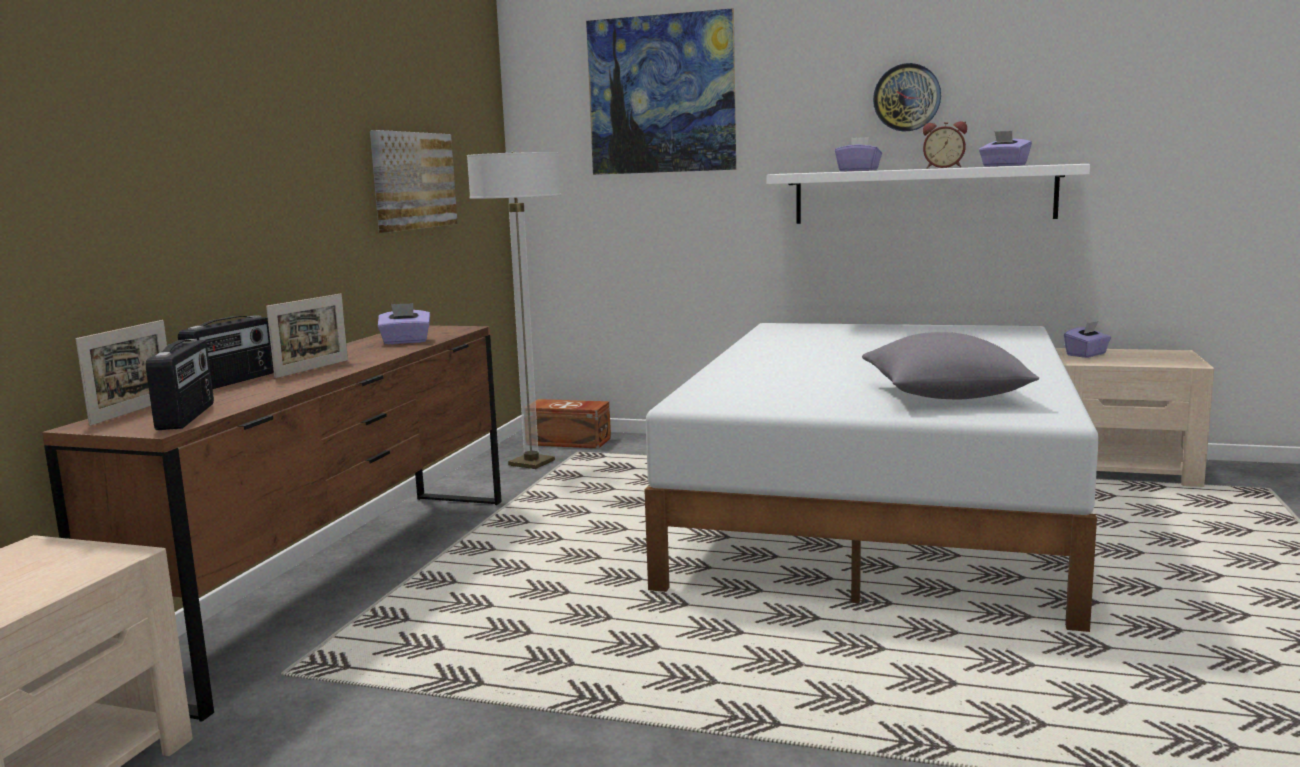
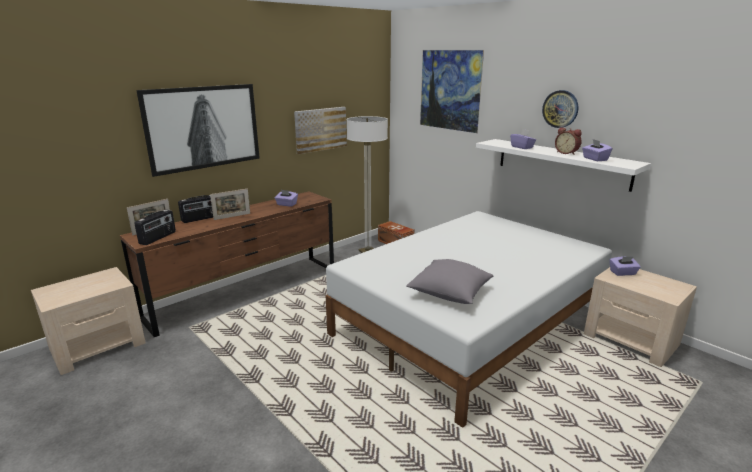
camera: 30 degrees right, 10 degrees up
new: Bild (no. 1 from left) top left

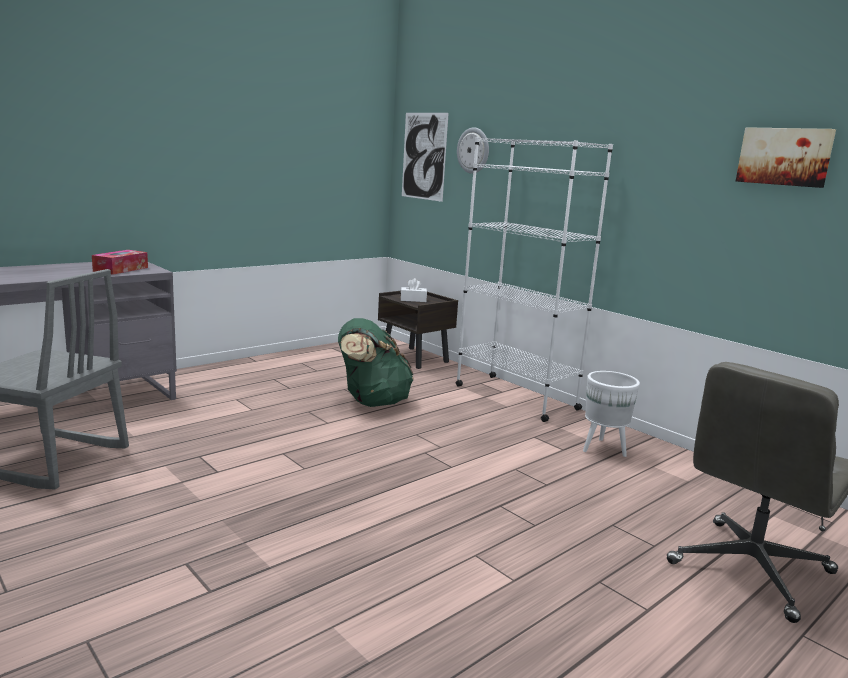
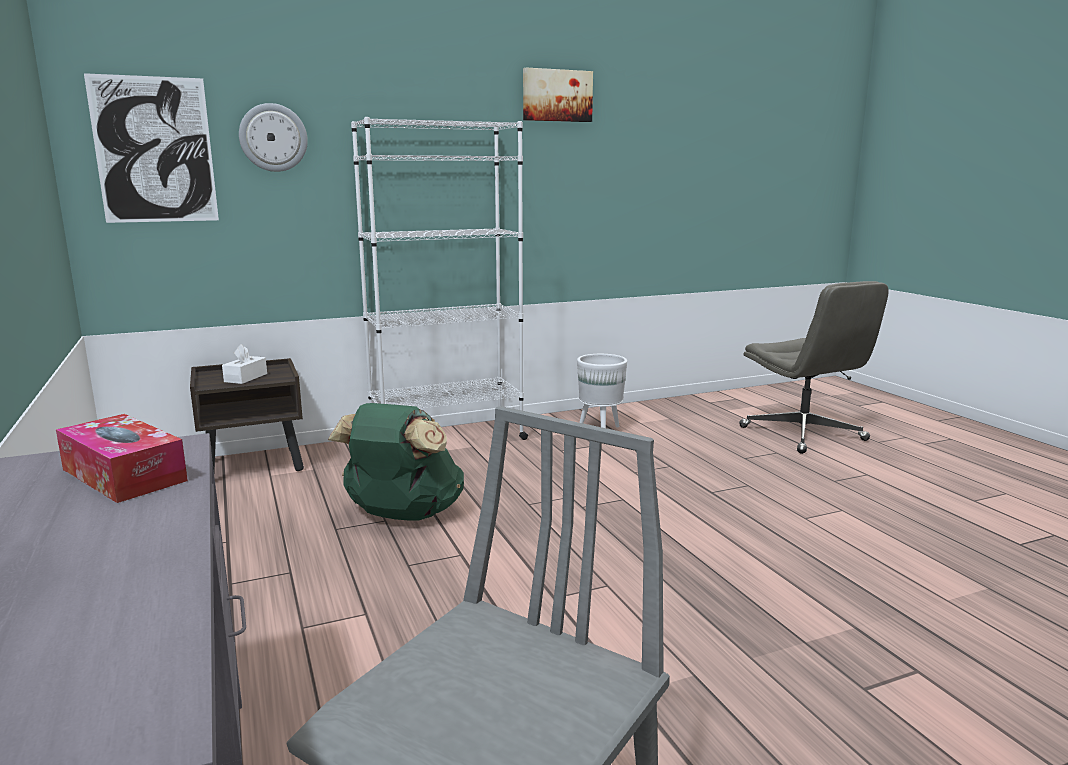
camera: 70 degrees left, 0 degrees up
shifted: Bild (no. 2 from left) top right to top centre

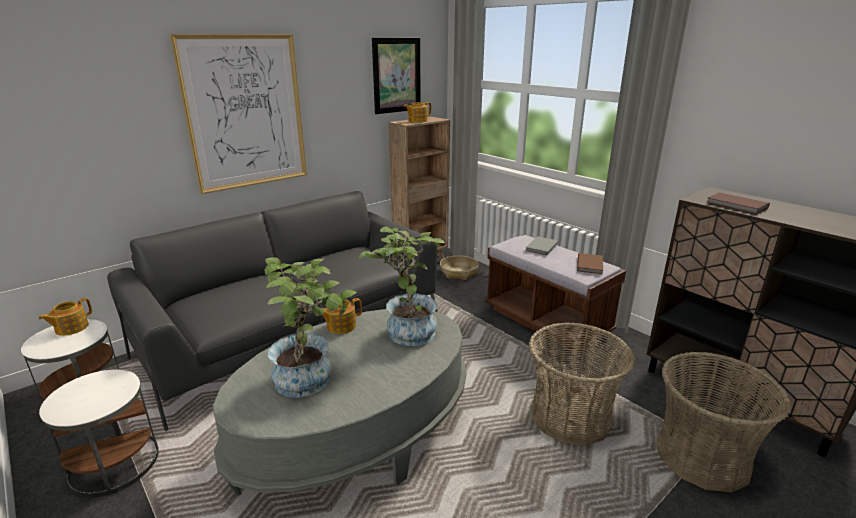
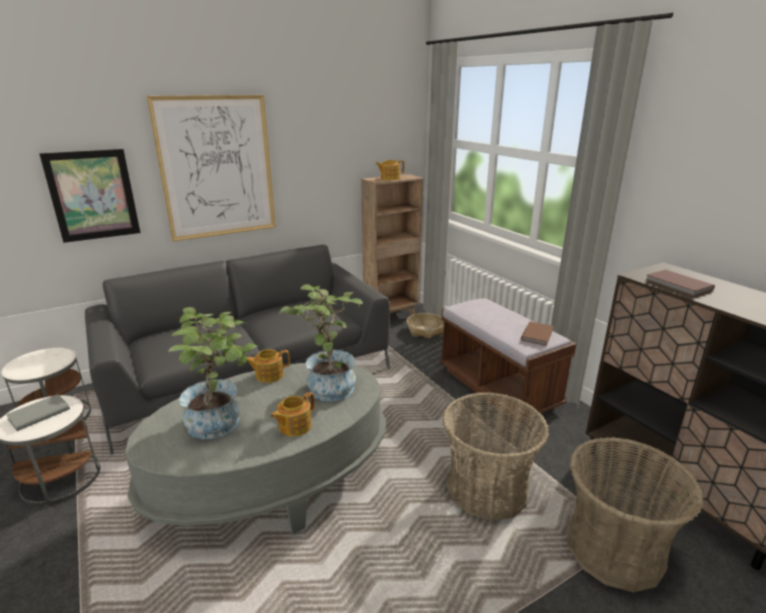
camera: 10 degrees right, 0 degrees up
shifted: Bild (no. 2 from left in the first image) top centre to Bild (no. 1 from left) top left; Buch [grau] centre to bottom left; Teekanne (no. 1 from left in the first image) middle left to Teekanne (no. 2 from left) bottom centre

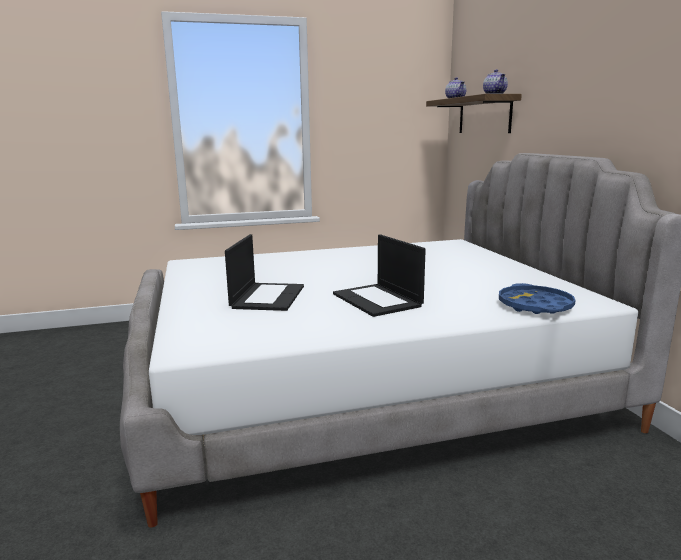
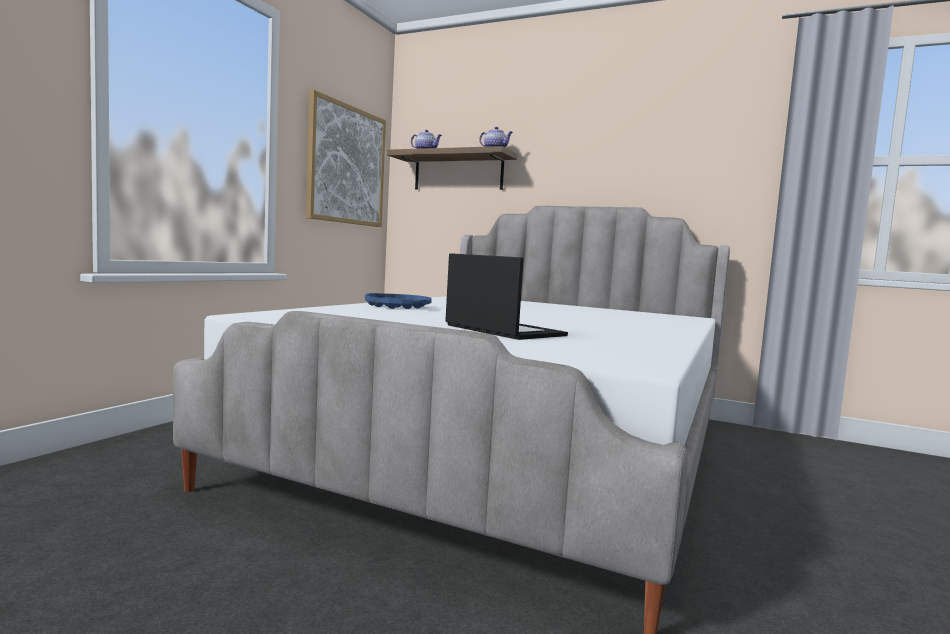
camera: 50 degrees left, 10 degrees down
gone: Laptop (no. 2 from left) centre
new: Bild top centre
shifted: Tablett [blau] middle right to centre

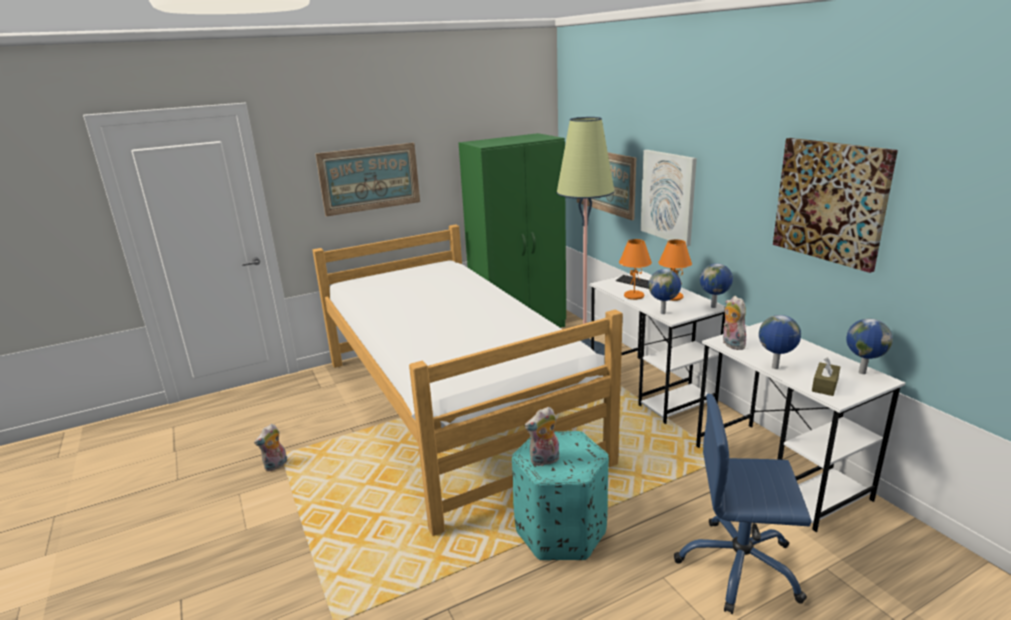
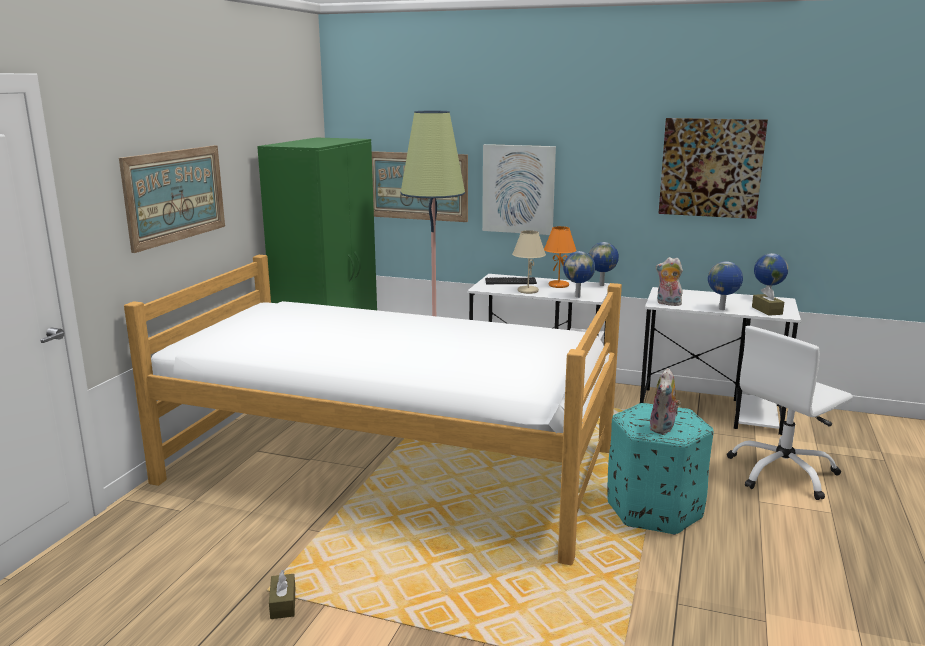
camera: 45 degrees left, 5 degrees down
swapped: Plüschtier (no. 1 from left) bottom left to Taschentuchbox [braun] (no. 1 from left) bottom left
repainted: Tischlampe [orange] (no. 1 from left) centre to Tischlampe [beige] centre; Bürostuhl [blau] bottom right to Bürostuhl [weiß] middle right

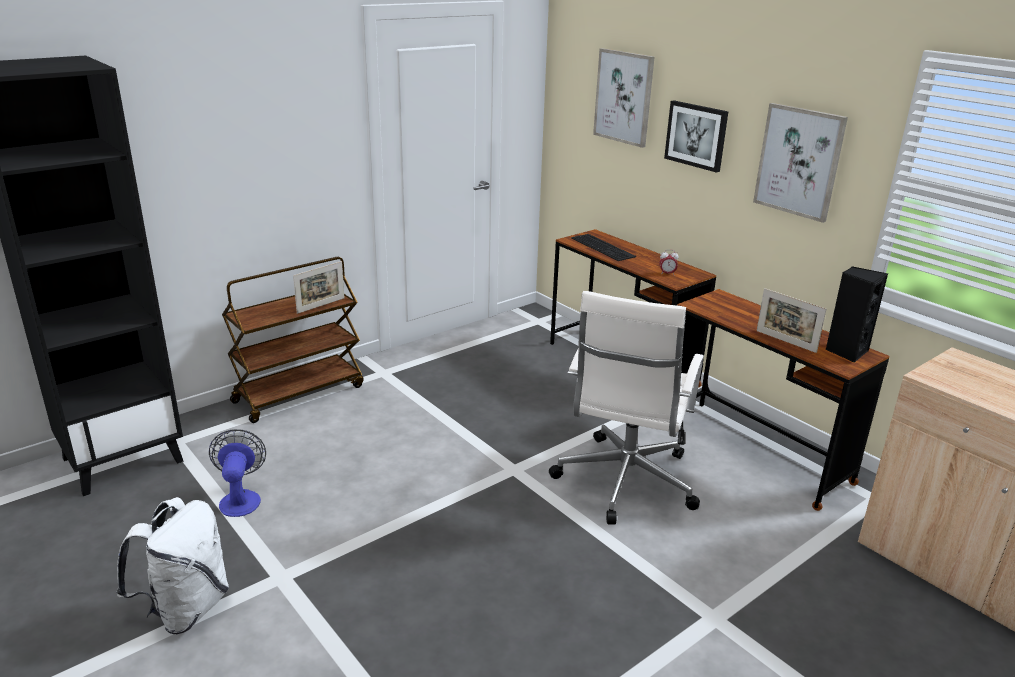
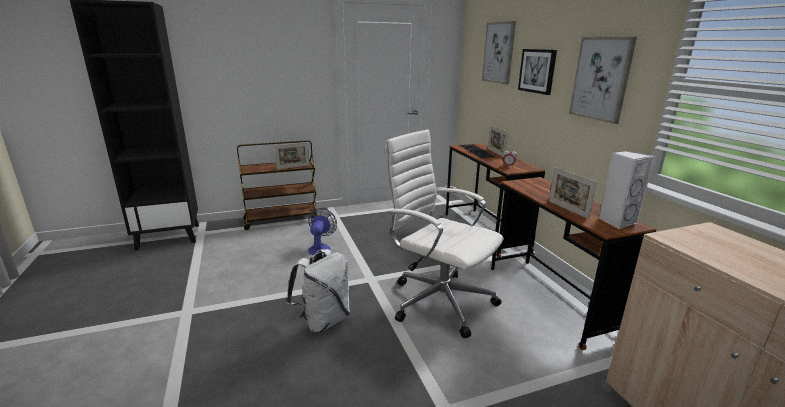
camera: 20 degrees right, 5 degrees down
new: Bilderrahmen (no. 2 from left) centre
shifted: Ventilator bottom left to centre; Rucksack [weiß] bottom left to bottom centre
repainted: Lautsprecher [schwarz] middle right to Lautsprecher [weiß] middle right
rotated: Bürostuhl [weiß] centre = centre 90 degrees clockwise

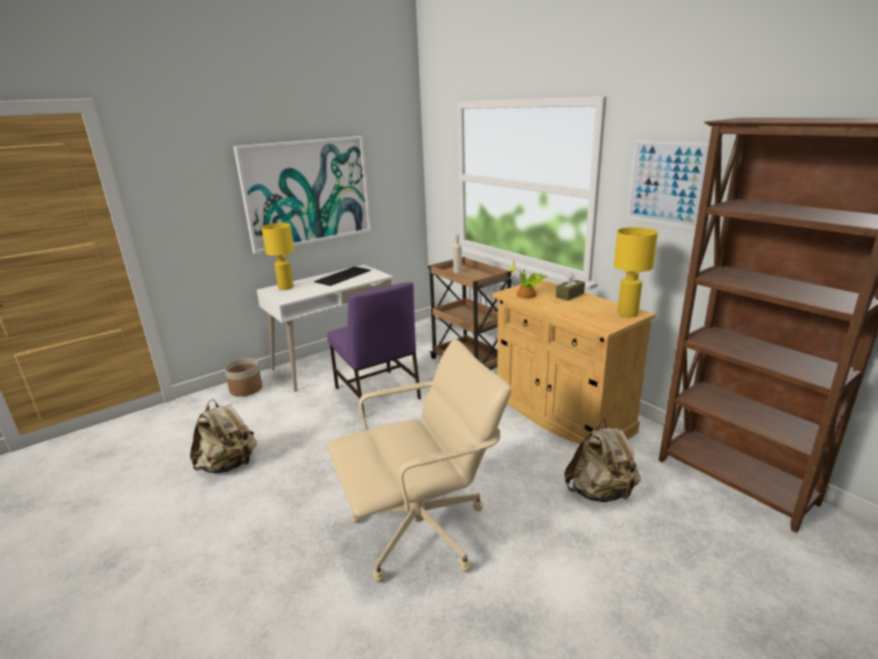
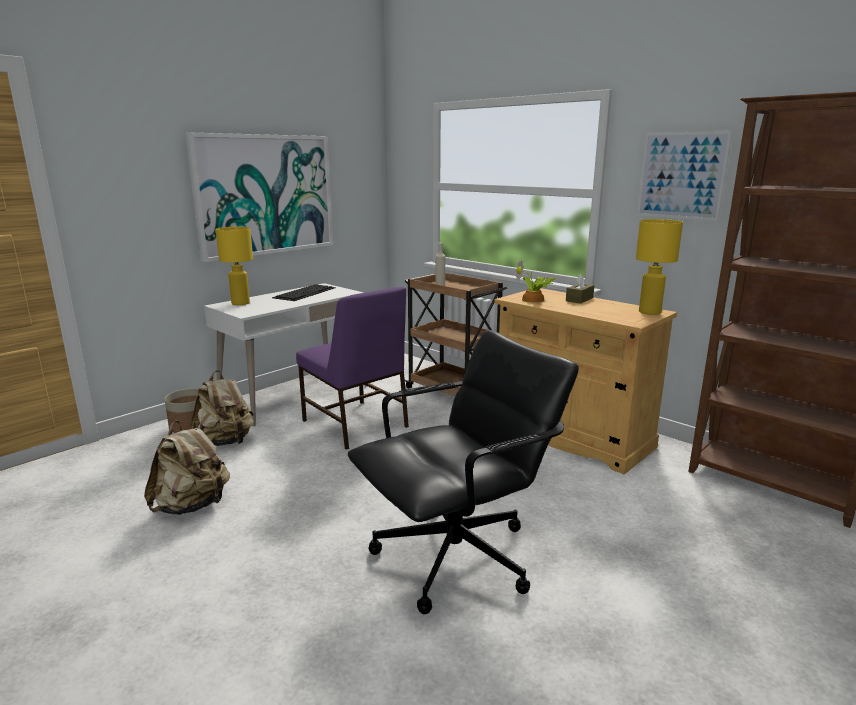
camera: 10 degrees left, 5 degrees down
shifted: Rucksack [beige] (no. 2 from left) bottom right to middle left
repainted: Bürostuhl [beige] bottom centre to Bürostuhl [schwarz] bottom centre

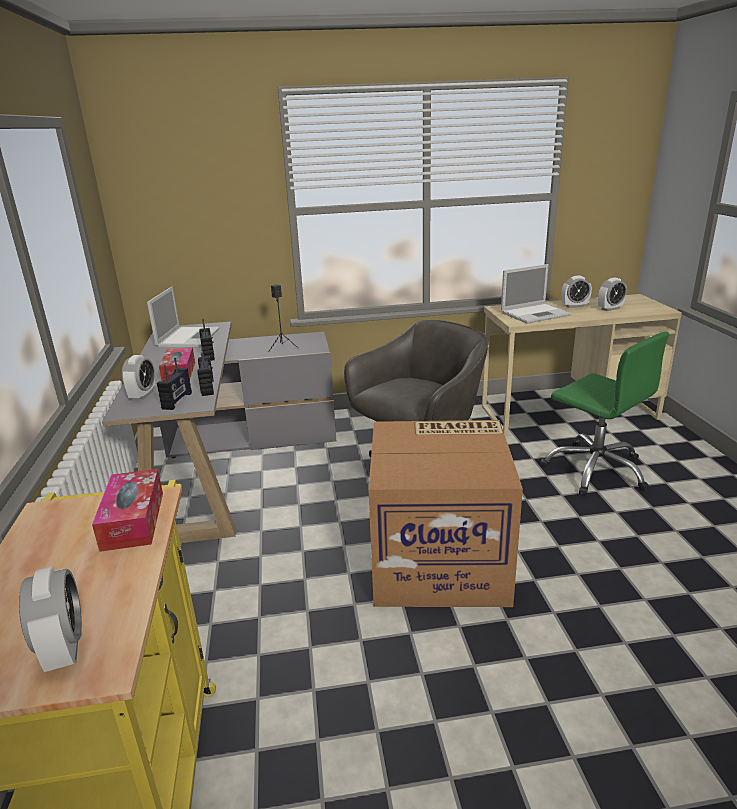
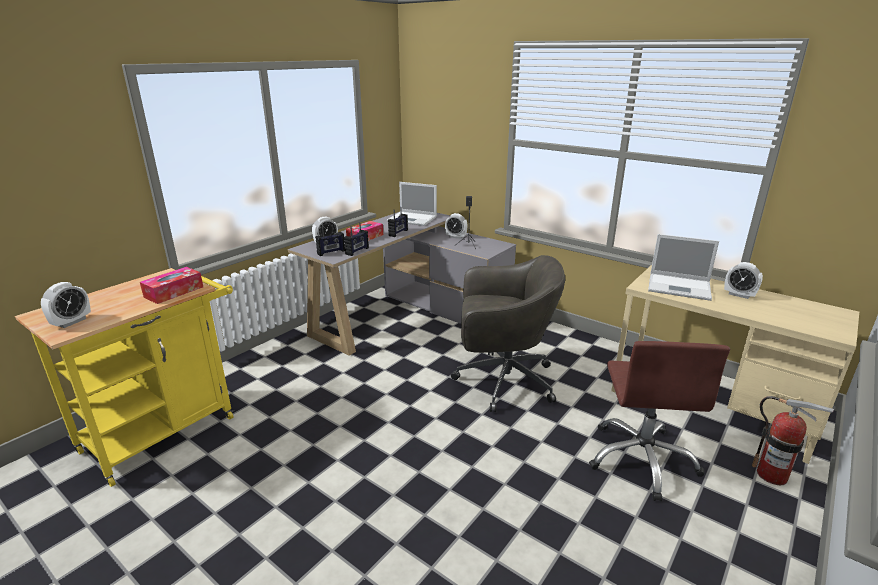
camera: 45 degrees right, 0 degrees up
gone: Karton centre
new: Feuerlöscher bottom right
shifted: Wecker (no. 4 from left in the first image) middle right to Wecker (no. 3 from left) centre
repainted: Bürostuhl [grün] middle right to Bürostuhl [braun] bottom right
rotated: Laptop (no. 1 from left) middle left = centre 60 degrees clockwise

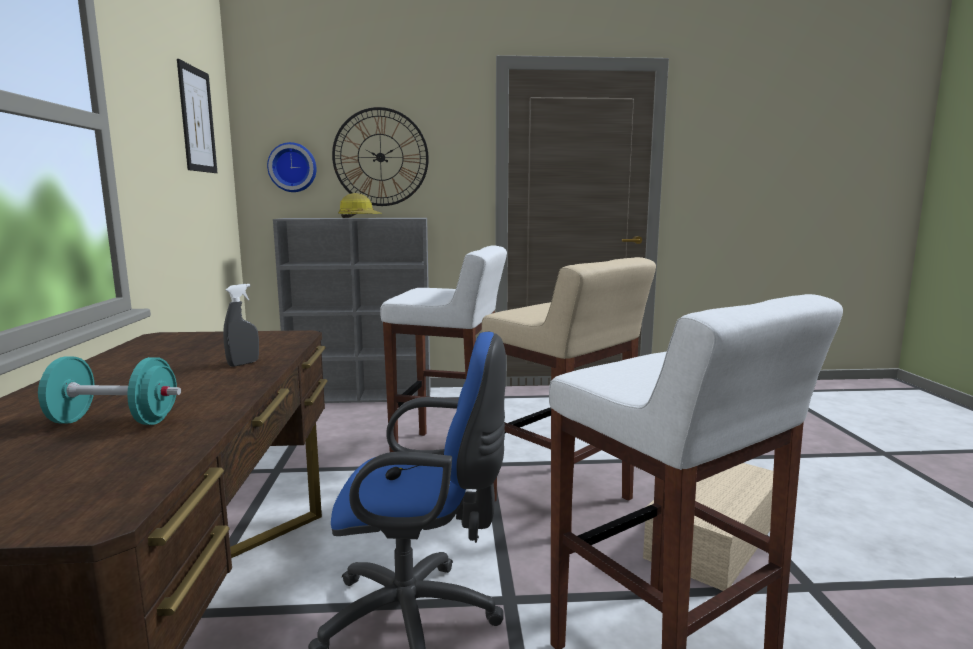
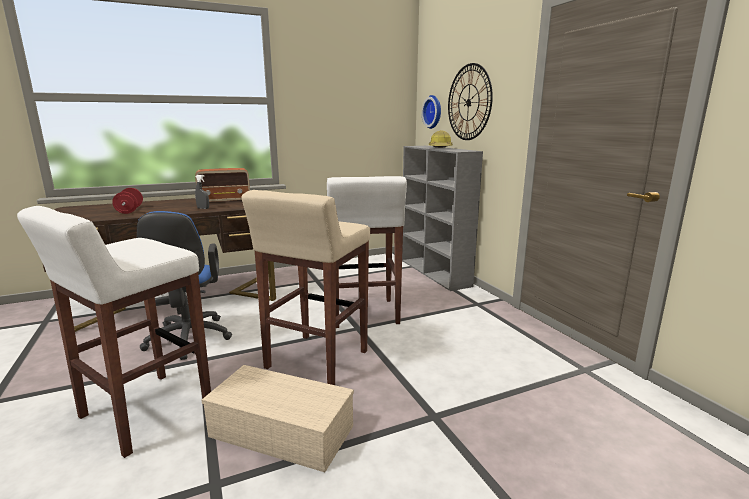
camera: 70 degrees right, 5 degrees up
gone: Bild top left
new: Radio middle left
repainted: Hantel [türkis] middle left to Hantel [rot] middle left

